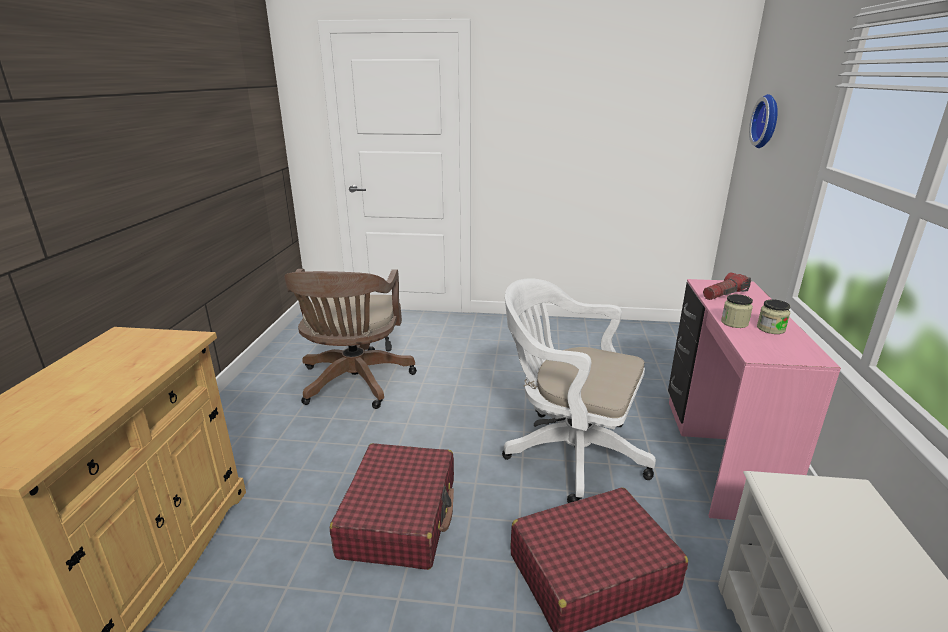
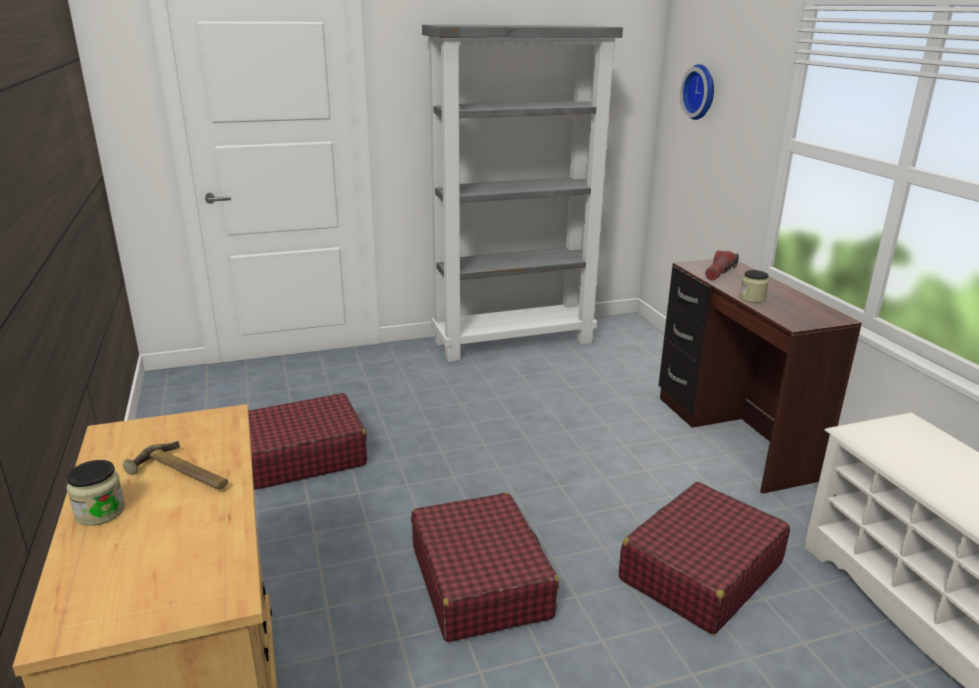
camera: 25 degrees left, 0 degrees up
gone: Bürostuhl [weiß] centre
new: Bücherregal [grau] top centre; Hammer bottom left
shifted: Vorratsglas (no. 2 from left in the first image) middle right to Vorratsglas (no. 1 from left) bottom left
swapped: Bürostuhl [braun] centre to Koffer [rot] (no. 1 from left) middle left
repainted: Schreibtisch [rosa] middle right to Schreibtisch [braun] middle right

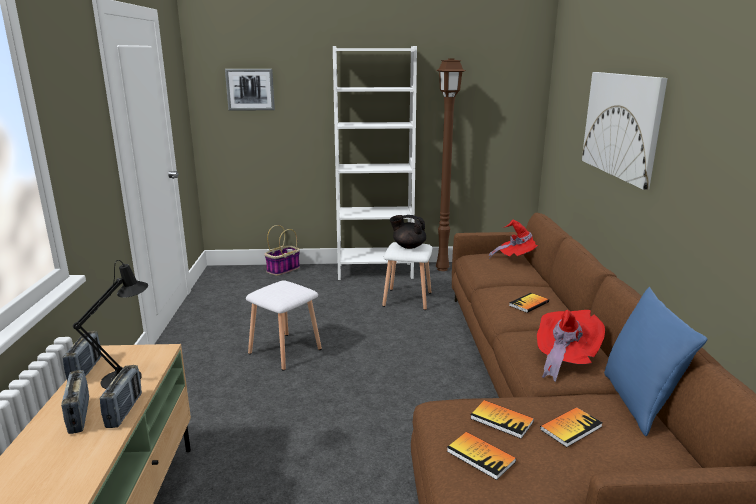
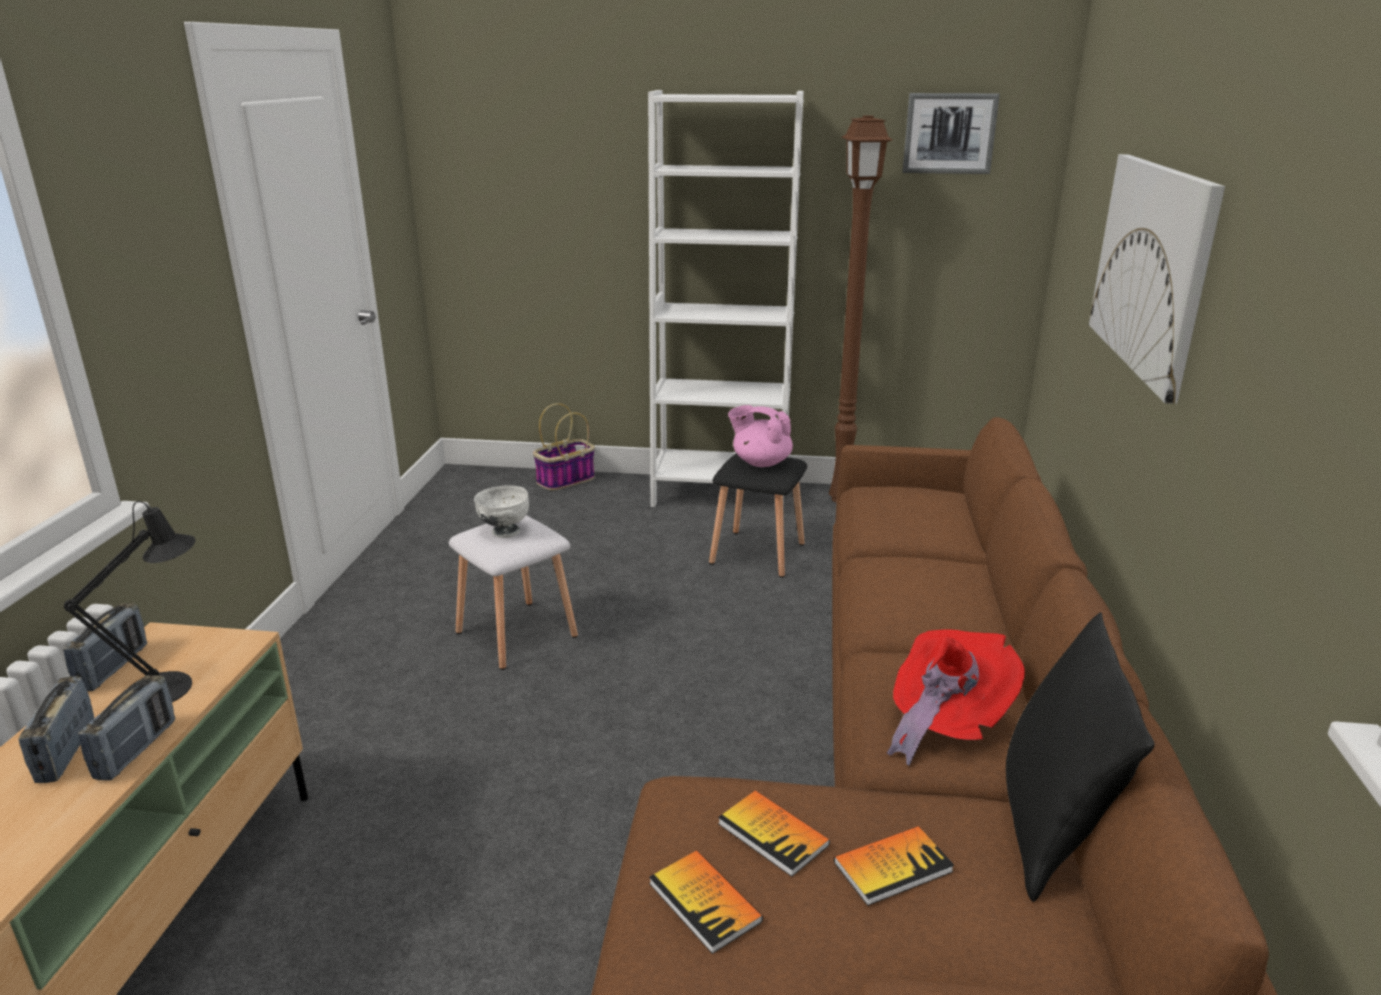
camera: 10 degrees right, 5 degrees up
gone: Hut [rot] (no. 1 from left) middle right; Buch (no. 3 from left) middle right
new: Schüssel [weiß] centre
shifted: Bild (no. 1 from left) top left to top right
repainted: Teekanne [schwarz] centre to Teekanne [rosa] centre; Hocker [weiß] (no. 2 from left) centre to Hocker [schwarz] centre; Kissen [blau] bottom right to Kissen [schwarz] bottom right

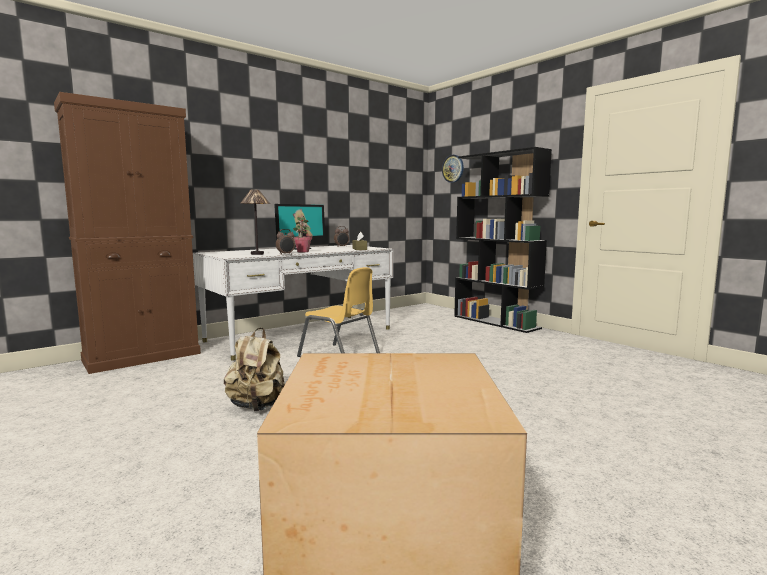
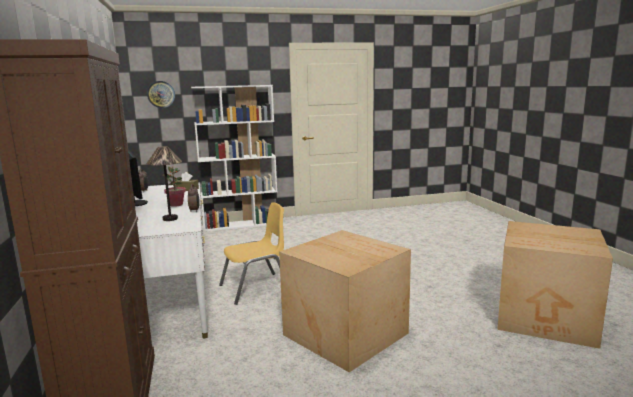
camera: 65 degrees left, 5 degrees up
swapped: Rucksack [beige] middle left to Karton (no. 1 from left) bottom centre
repainted: Bücherregal [schwarz] centre to Bücherregal [weiß] centre

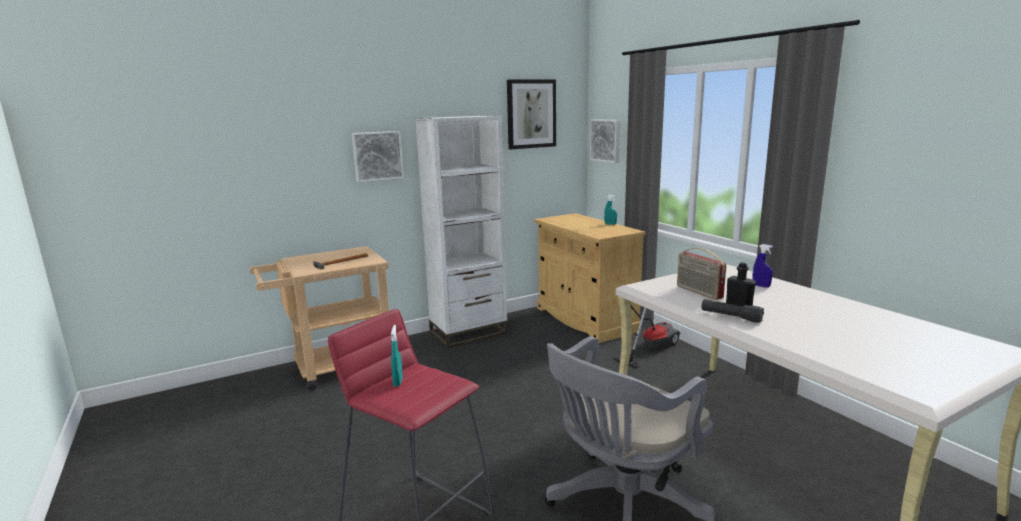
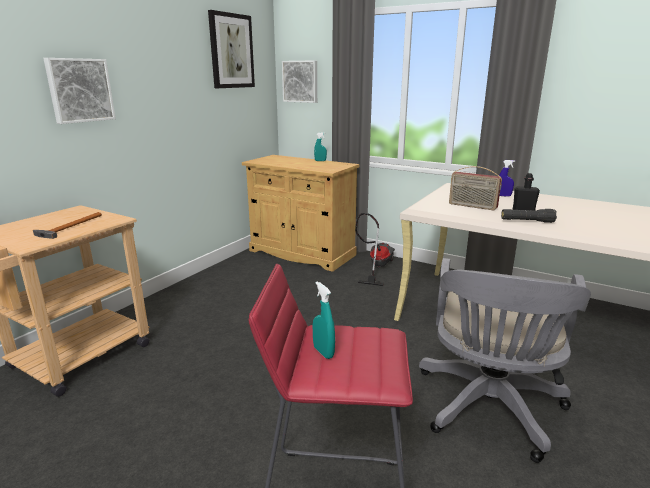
camera: 30 degrees left, 5 degrees up
gone: Bücherregal [weiß] centre

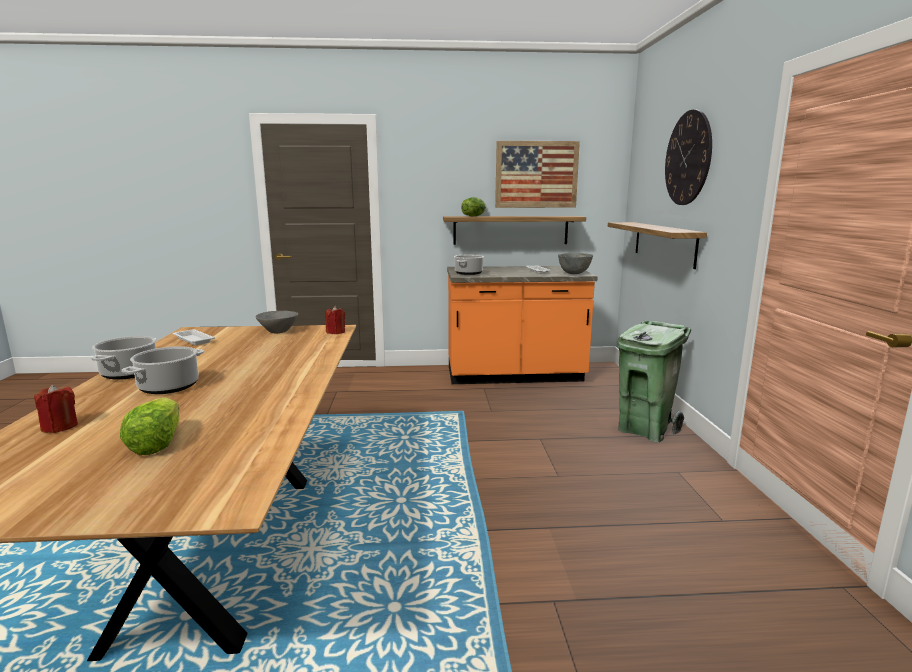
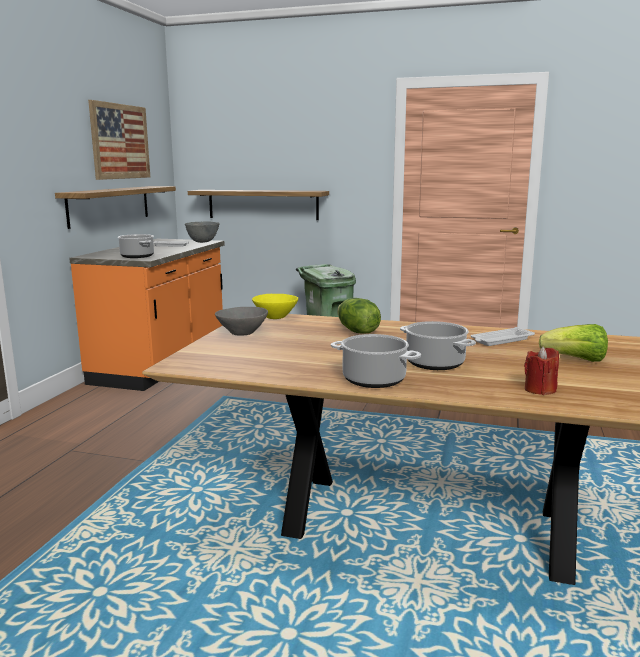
camera: 70 degrees left, 0 degrees up
gone: Wanduhr top right
shifted: Salatkopf (no. 2 from left in the first image) top centre to Salatkopf (no. 1 from left) centre; Tablett [weiß] (no. 1 from left in the first image) middle left to Tablett [weiß] (no. 2 from left) middle right
swapped: Kerze [rot] (no. 2 from left) centre to Schüssel [gelb] centre

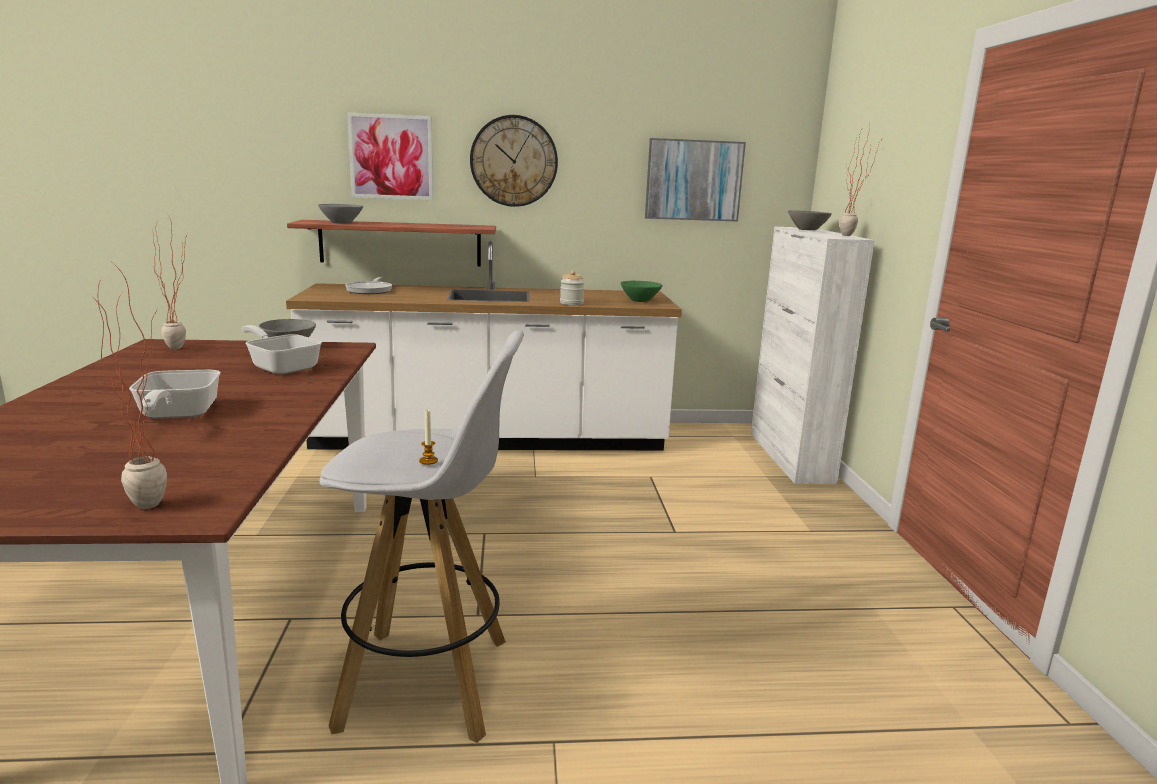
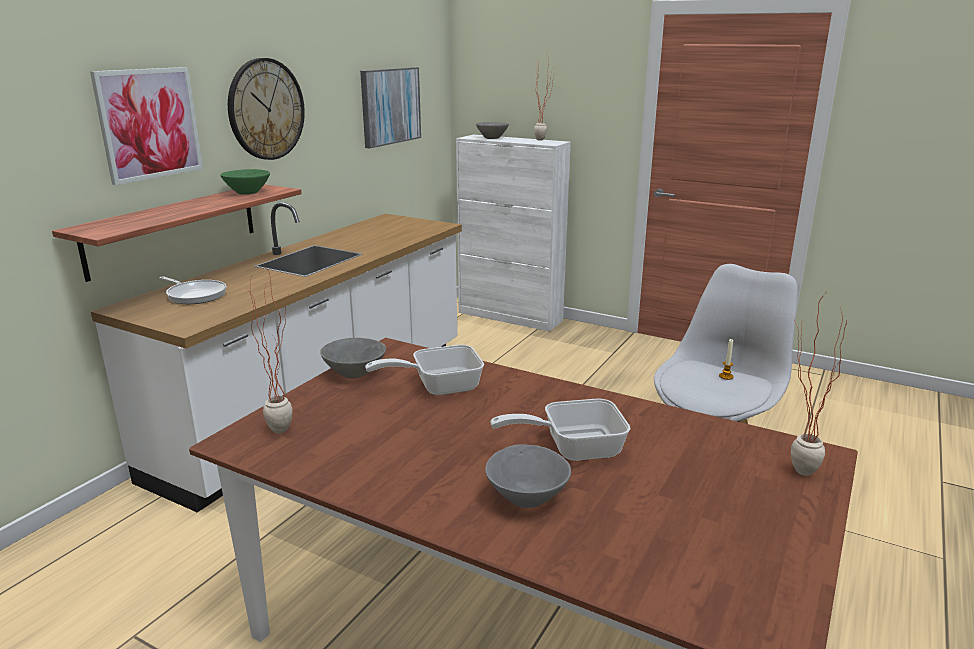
camera: 55 degrees left, 5 degrees up
gone: Vorratsglas centre
shifted: Schüssel [grau] (no. 2 from left in the first image) top left to Schüssel [grau] (no. 3 from left) bottom centre; Schüssel [grün] centre to top left
rotated: Pfanne (no. 1 from left in the first image) middle left = centre 150 degrees clockwise

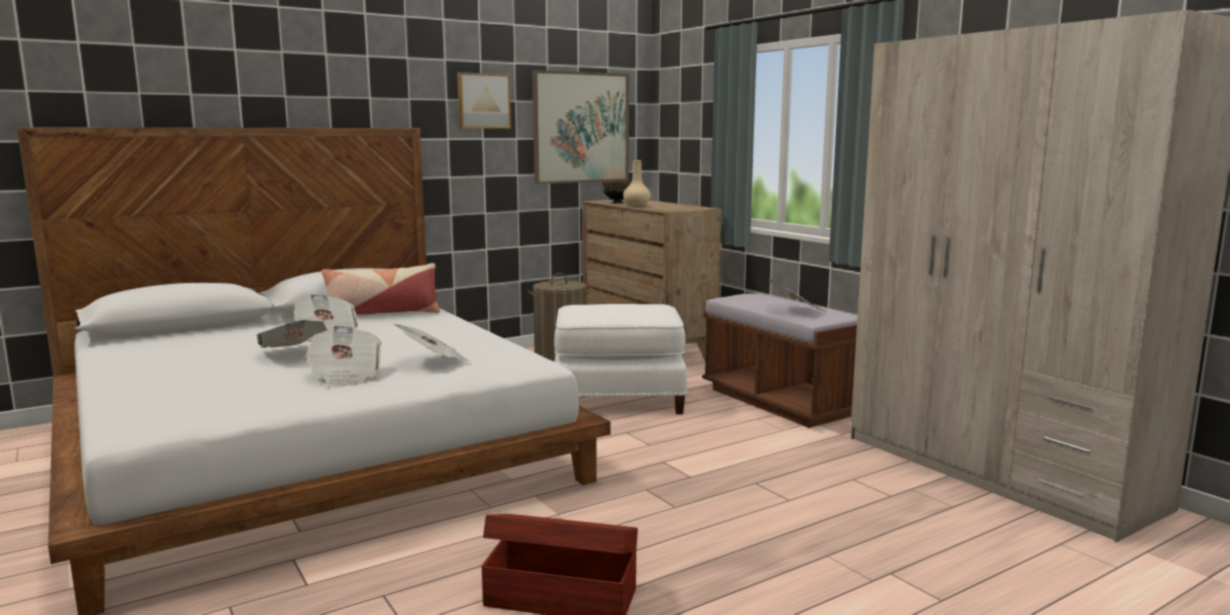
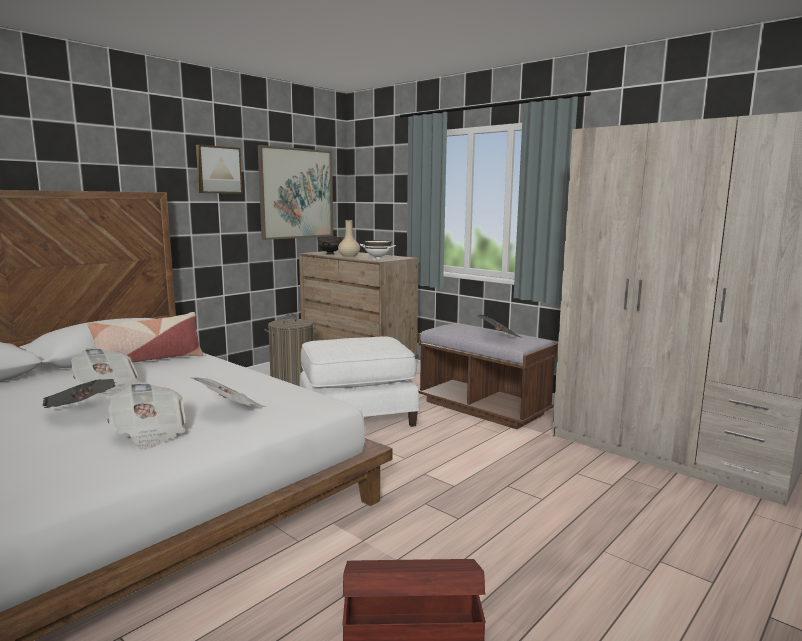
camera: 15 degrees left, 0 degrees up
new: Schüssel [weiß] centre

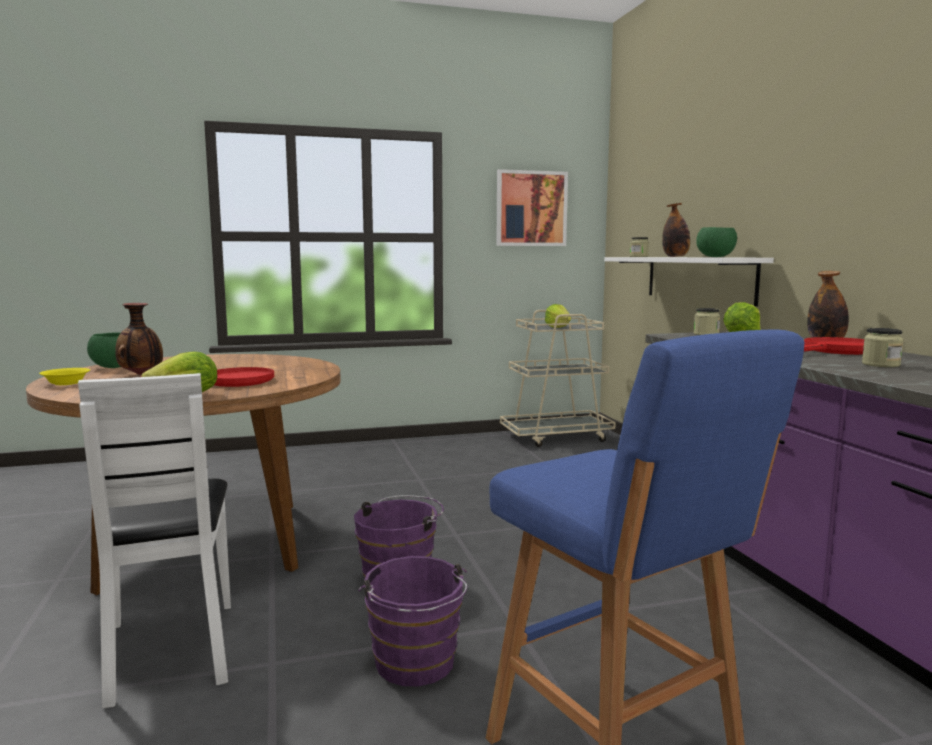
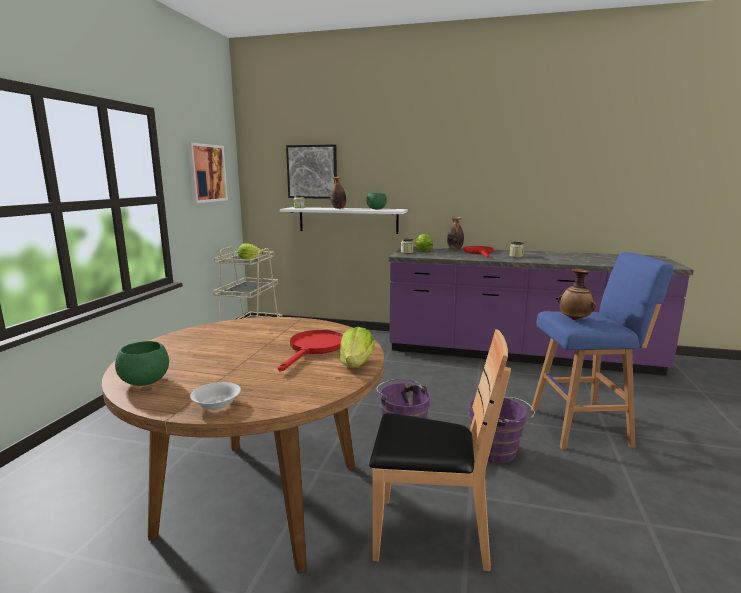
camera: 60 degrees left, 5 degrees up
new: Bild (no. 2 from left) top centre
shifted: Vase middle left to middle right
repainted: Schüssel [gelb] middle left to Schüssel [weiß] bottom left; Stuhl [weiß] bottom left to Stuhl [braun] bottom centre

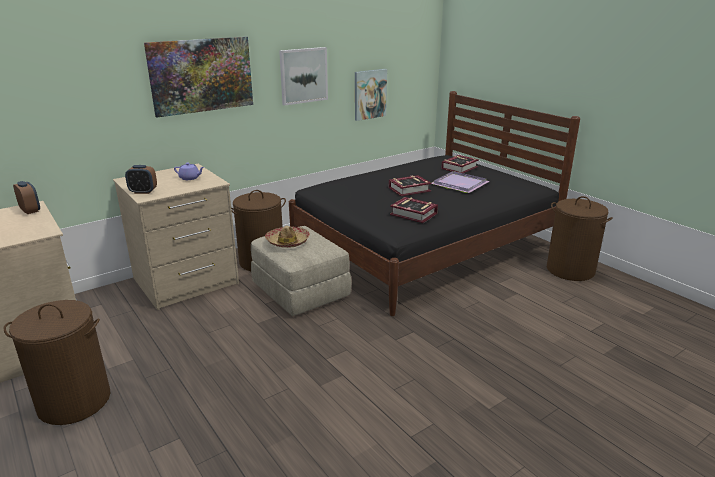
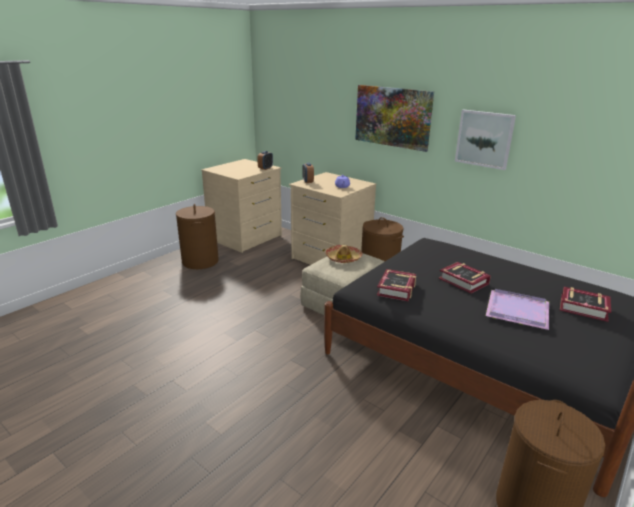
camera: 75 degrees right, 0 degrees up
gone: Bild (no. 3 from left) top centre

